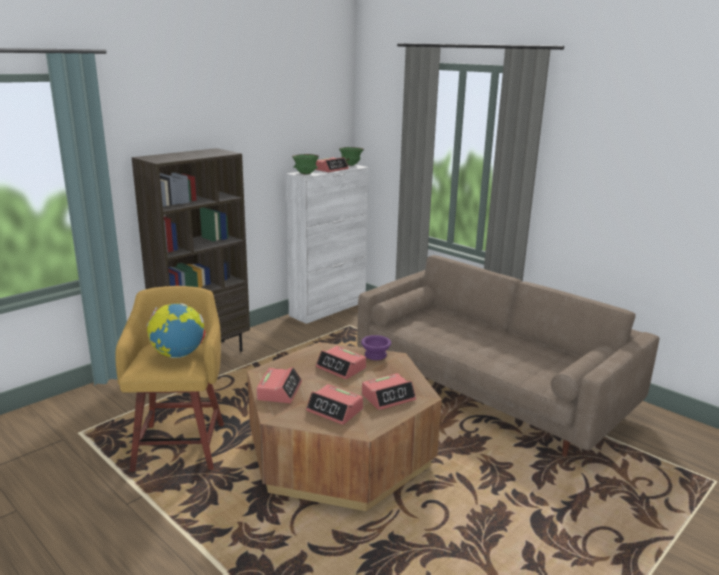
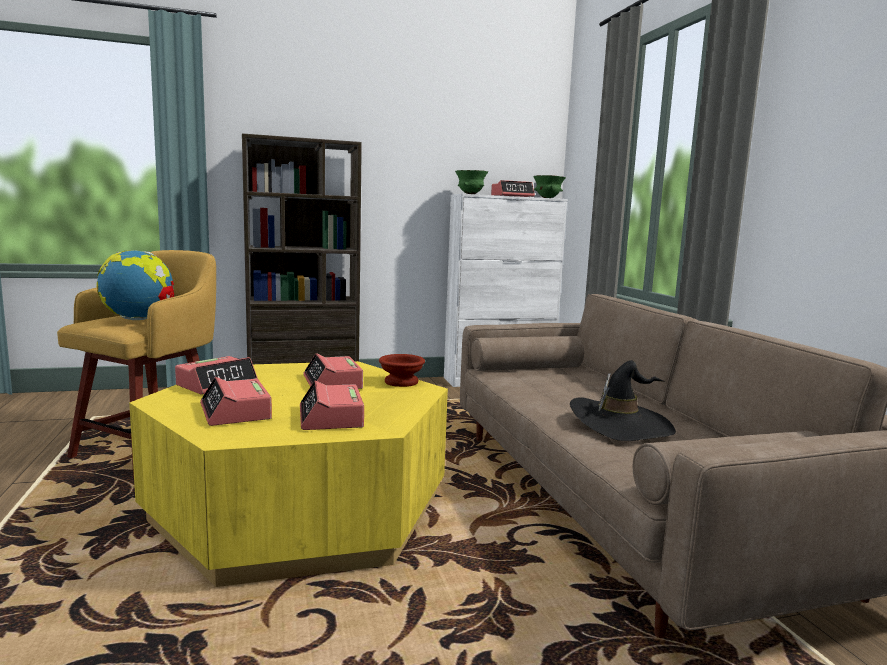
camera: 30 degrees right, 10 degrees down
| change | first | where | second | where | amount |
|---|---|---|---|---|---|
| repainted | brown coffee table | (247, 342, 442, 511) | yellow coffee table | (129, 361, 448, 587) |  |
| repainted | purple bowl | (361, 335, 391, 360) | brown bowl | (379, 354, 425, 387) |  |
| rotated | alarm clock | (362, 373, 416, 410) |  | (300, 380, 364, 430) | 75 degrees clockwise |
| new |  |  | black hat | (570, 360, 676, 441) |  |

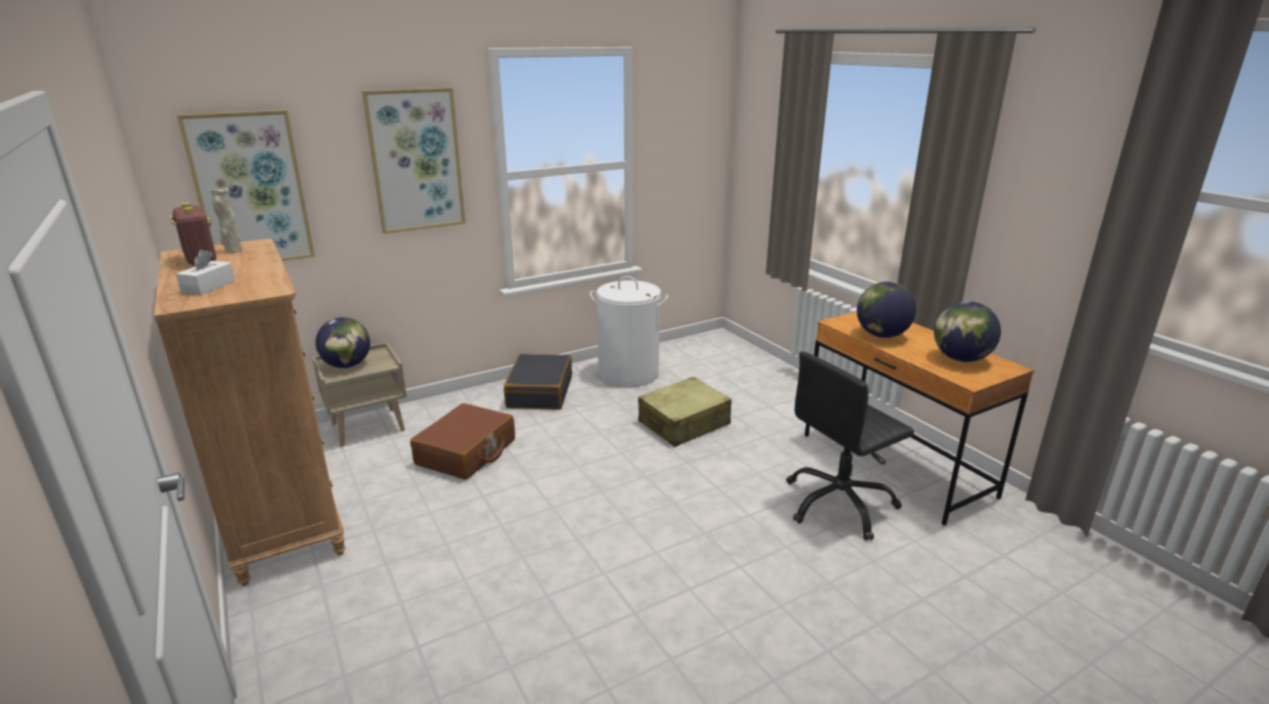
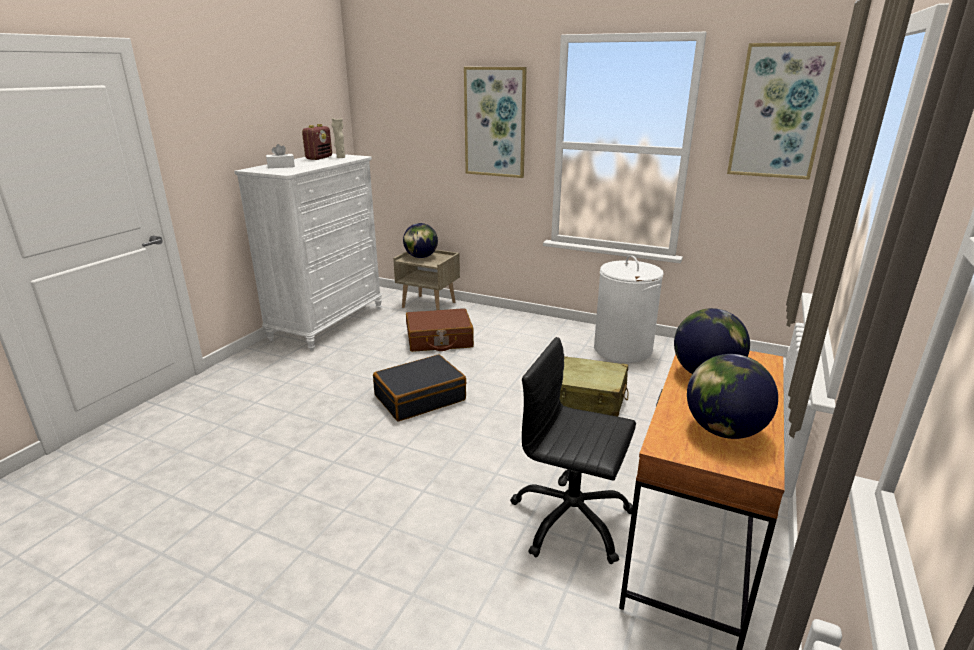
camera: 55 degrees right, 0 degrees up
| change | first | where | second | where | amount |
|---|---|---|---|---|---|
| repainted | brown dresser | (154, 239, 346, 586) | white dresser | (234, 154, 382, 351) |  |
| shifted | picture | (177, 110, 315, 261) |  | (727, 42, 841, 180) |  |
| shifted | black suitcase | (504, 354, 572, 410) |  | (373, 354, 466, 421) |  |

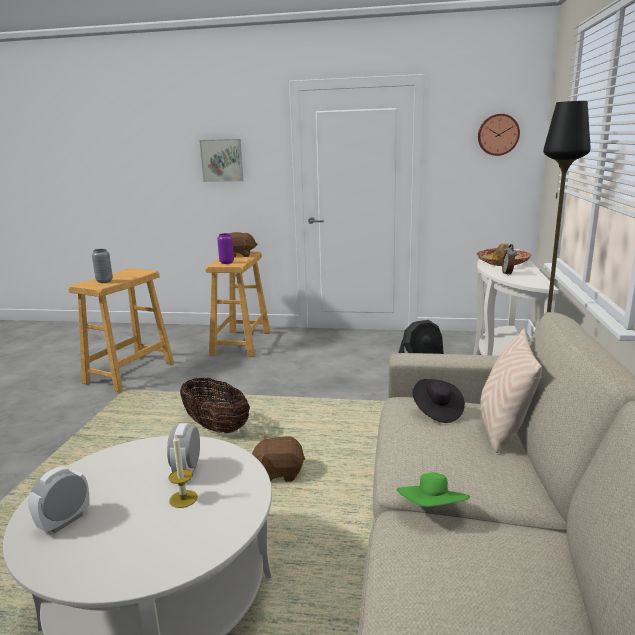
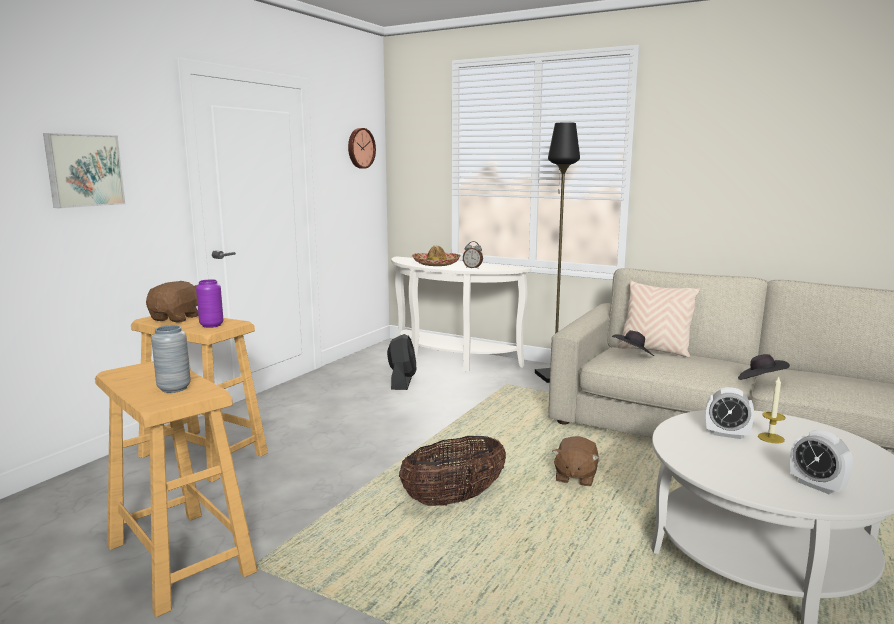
camera: 70 degrees left, 5 degrees down
| change | first | where | second | where | amount |
|---|---|---|---|---|---|
| repainted | green hat | (396, 472, 470, 507) | black hat | (738, 354, 790, 380) |  |

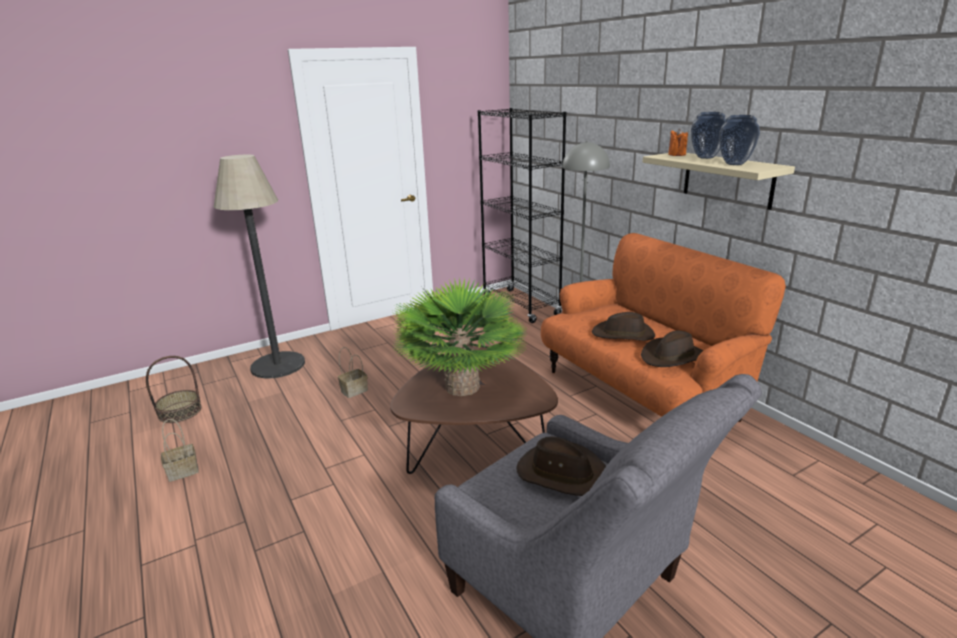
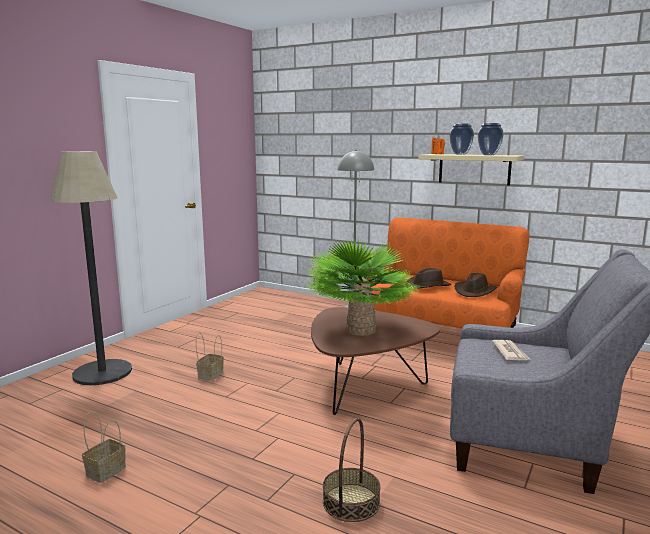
camera: 30 degrees left, 10 degrees down
| change | first | where | second | where | amount |
|---|---|---|---|---|---|
| shifted | basket | (146, 356, 202, 423) |  | (323, 418, 381, 522) |  |
| gone | black bookcase | (478, 108, 566, 323) |  |  |  |
| swapped | brown hat | (516, 437, 606, 496) | newspaper | (492, 340, 530, 360) |  |

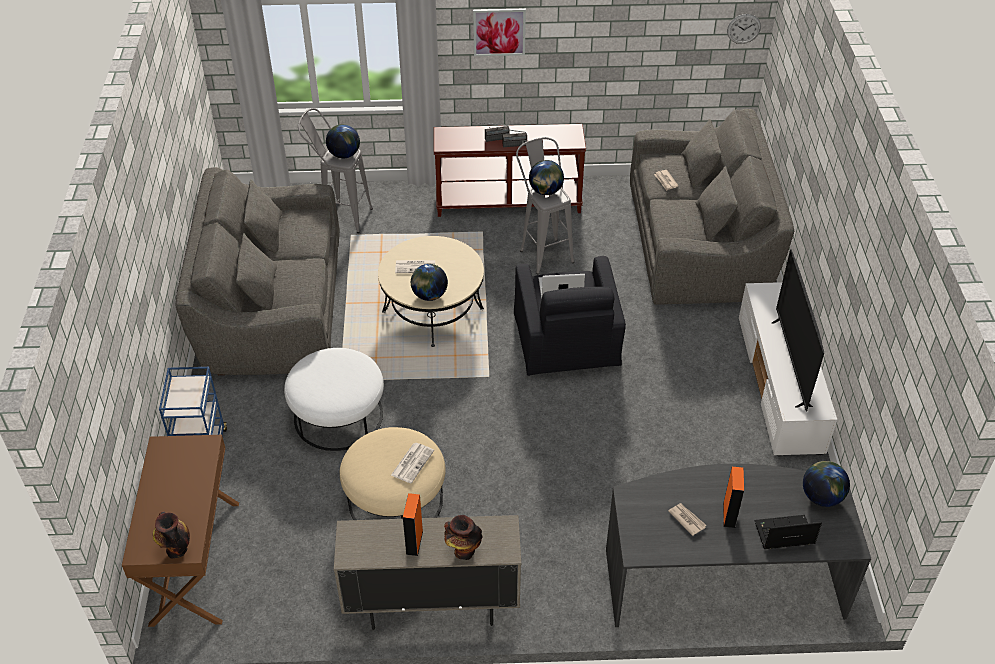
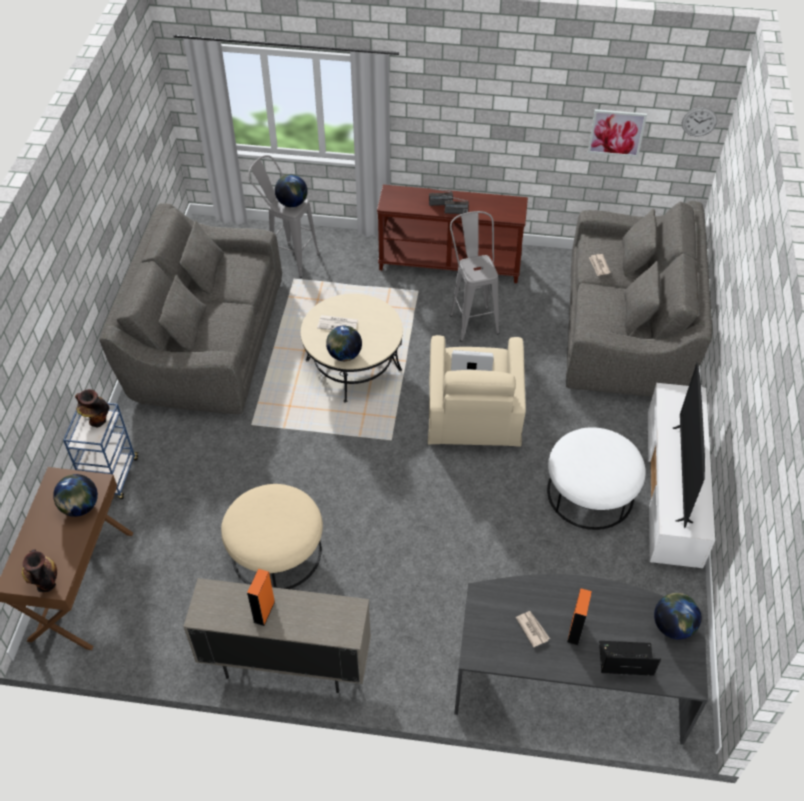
camera: 10 degrees right, 5 degrees up
| change | first | where | second | where | amount |
|---|---|---|---|---|---|
| shifted | white ottoman | (284, 348, 384, 451) |  | (547, 427, 646, 530) |  |
| gone | newspaper | (391, 443, 434, 483) |  |  |  |
| shifted | vase | (444, 515, 483, 560) |  | (75, 389, 109, 427) |  |
| shifted | picture | (473, 8, 526, 56) |  | (588, 109, 647, 157) |  |
| repainted | black armchair | (514, 256, 626, 376) | beige armchair | (428, 335, 526, 447) |  |
| shifted | globe | (529, 160, 564, 195) |  | (53, 474, 98, 517) |  |

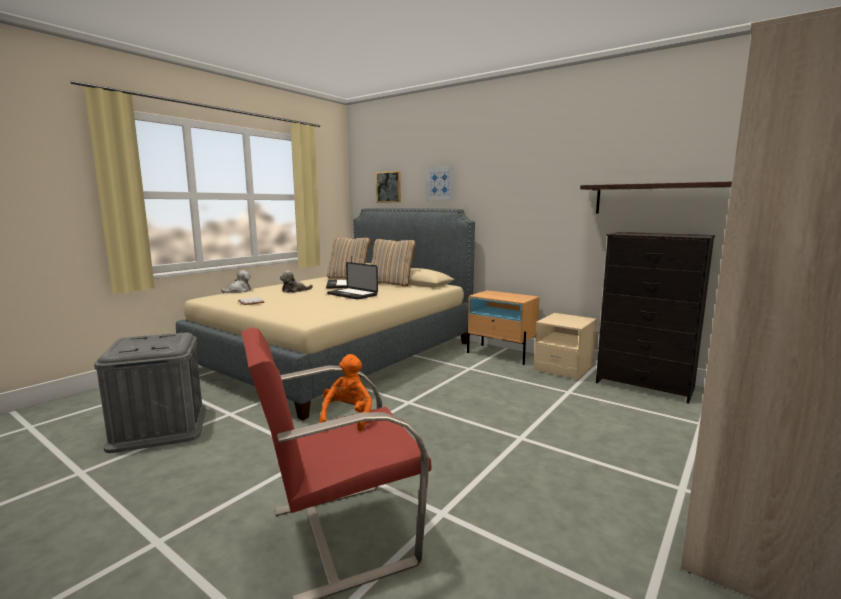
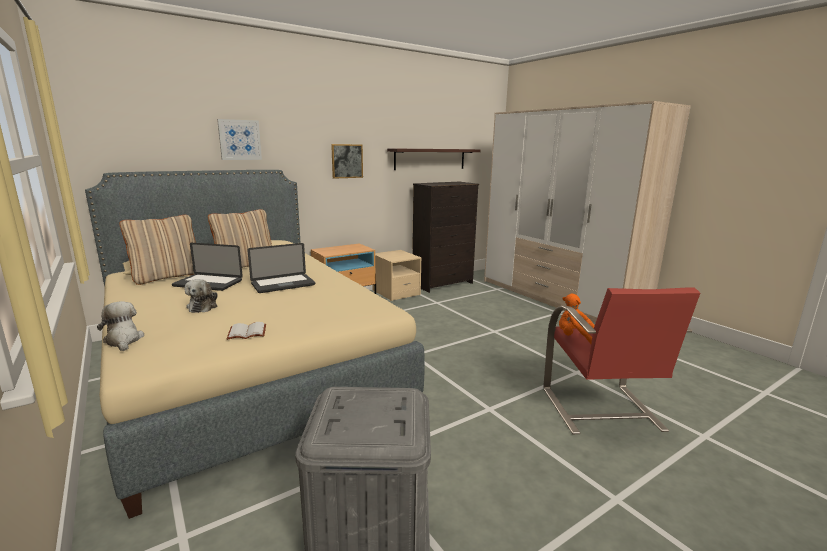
camera: 70 degrees left, 5 degrees up
| change | first | where | second | where | amount |
|---|---|---|---|---|---|
| shifted | picture | (376, 171, 401, 202) |  | (331, 144, 363, 179) |  |

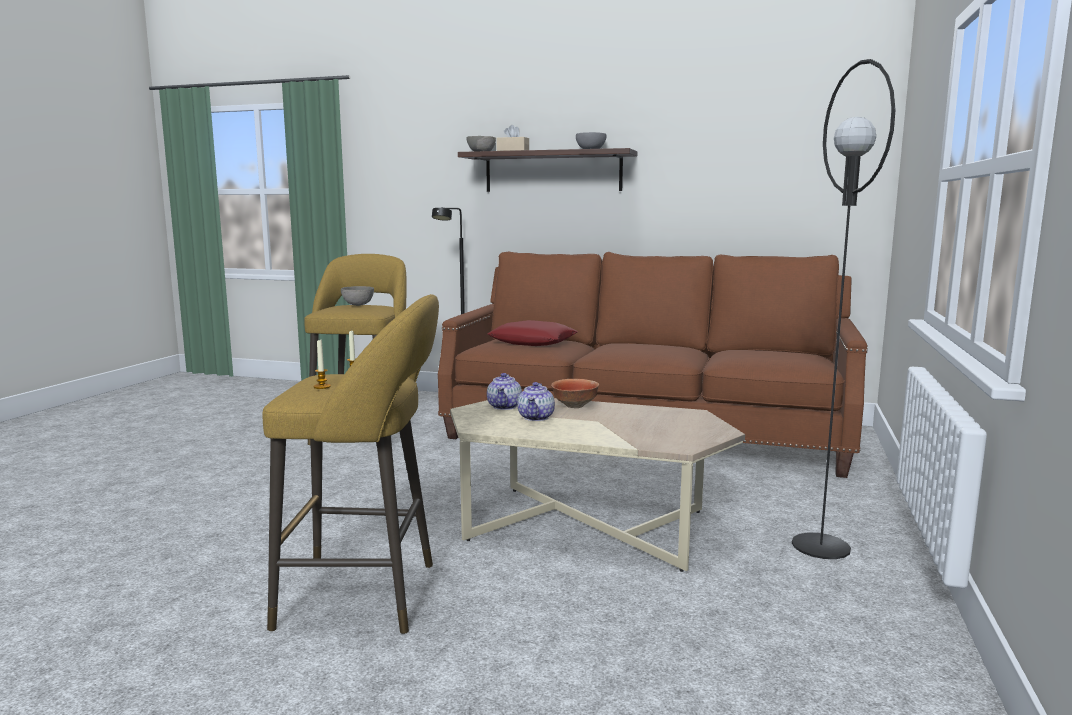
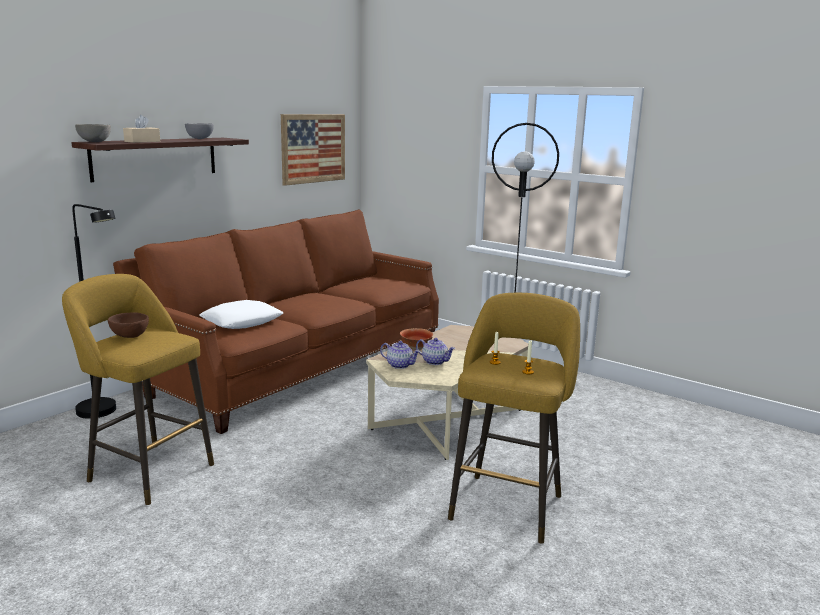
camera: 70 degrees left, 5 degrees up
| change | first | where | second | where | amount |
|---|---|---|---|---|---|
| repainted | grey bowl | (341, 286, 374, 306) | brown bowl | (108, 312, 149, 338) |  |
| repainted | red pillow | (488, 320, 578, 346) | white pillow | (199, 300, 283, 329) |  |
| new |  |  | picture | (281, 114, 345, 186) |  |

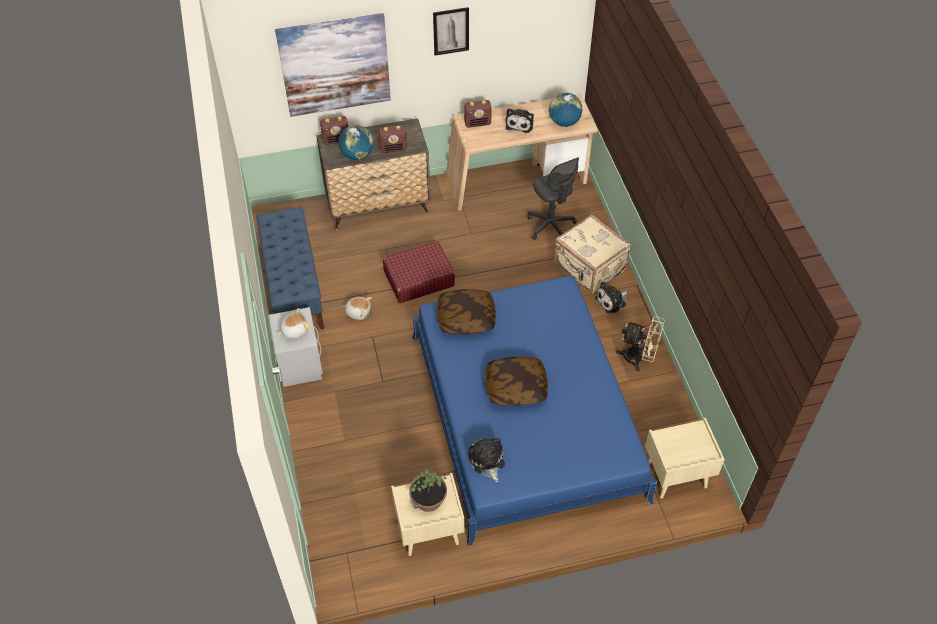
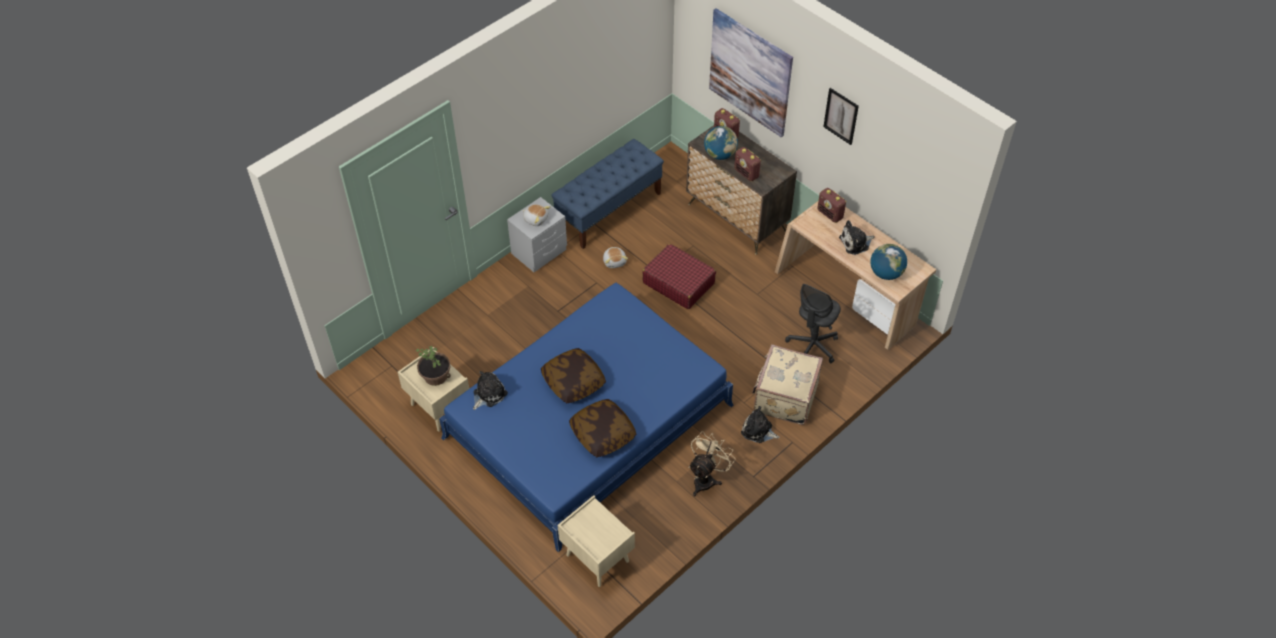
camera: 60 degrees right, 0 degrees up
| change | first | where | second | where | amount |
|---|---|---|---|---|---|
| shifted | pillow | (437, 289, 496, 334) |  | (569, 399, 636, 457) |  |
| rotated | beige fan | (616, 316, 664, 371) |  | (688, 431, 736, 496) | 135 degrees counterclockwise |

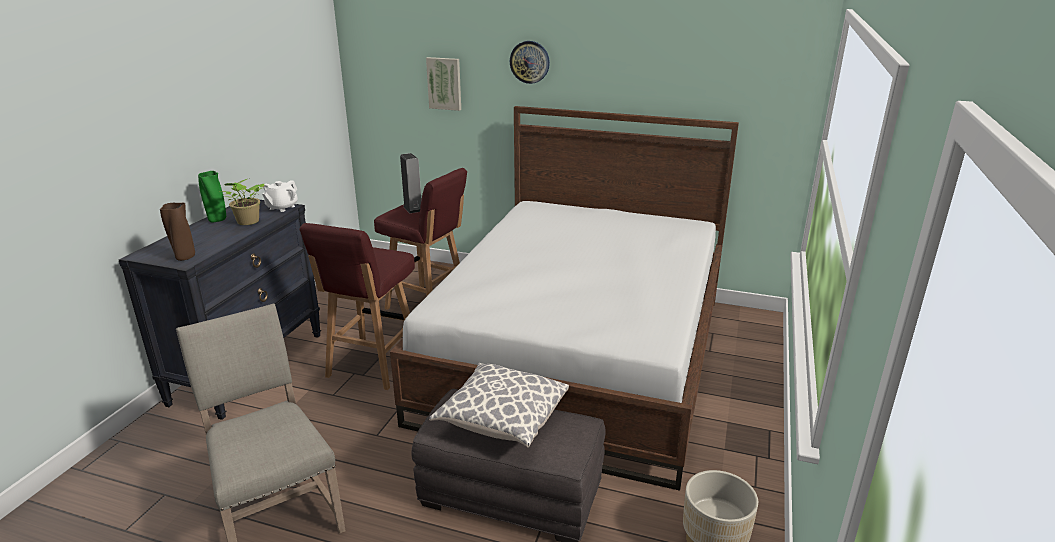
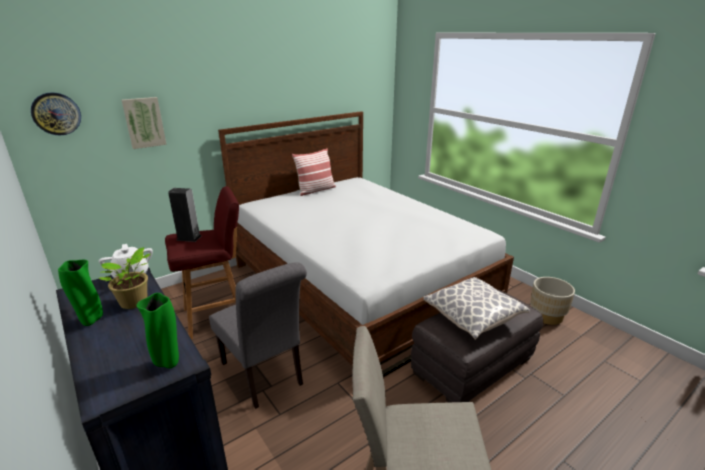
camera: 55 degrees left, 0 degrees up
| change | first | where | second | where | amount |
|---|---|---|---|---|---|
| repainted | brown vase | (160, 203, 195, 261) | green vase | (136, 293, 179, 368) |  |
| swapped | red stool | (300, 223, 415, 390) | grey chair | (209, 262, 307, 409) |  |
| shifted | wall clock | (510, 41, 550, 84) |  | (31, 92, 81, 136) |  |
| new |  |  | pillow | (292, 148, 336, 196) |  |

